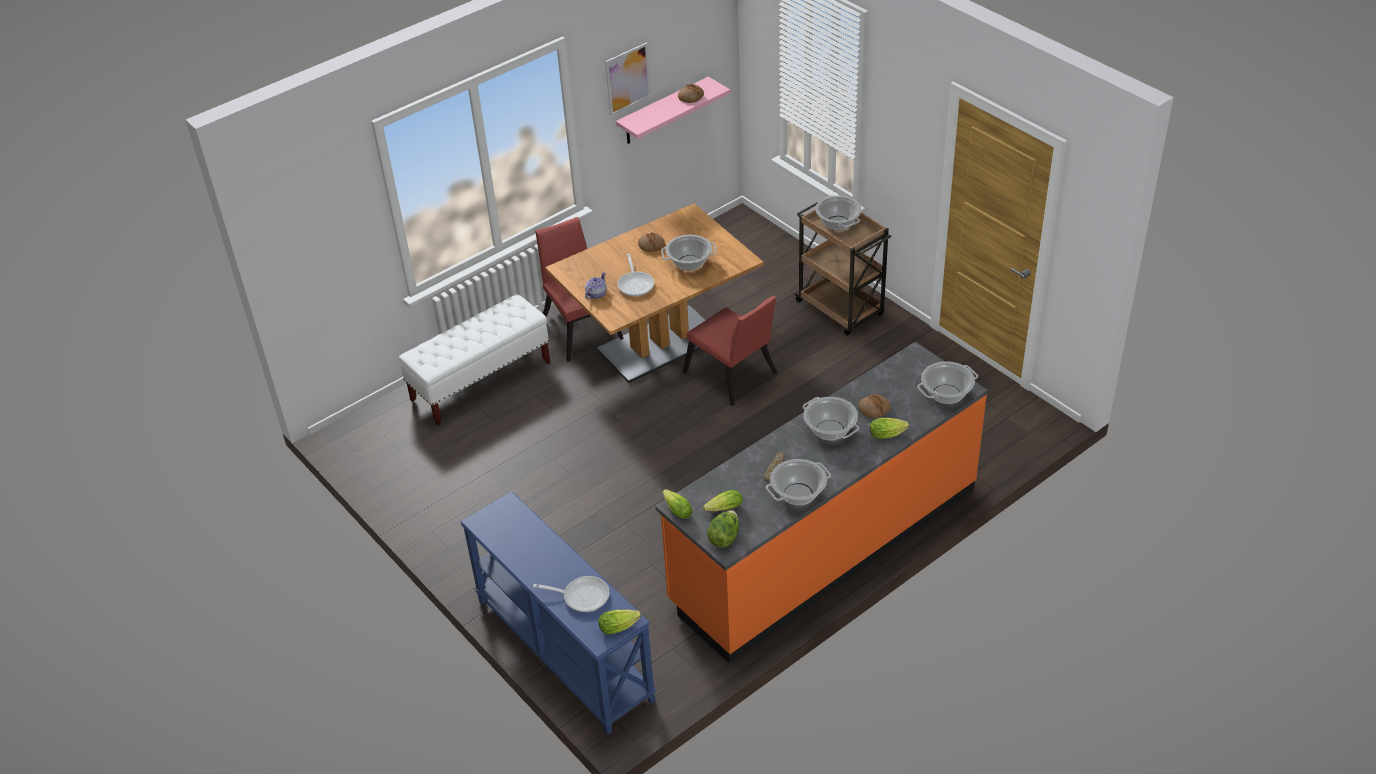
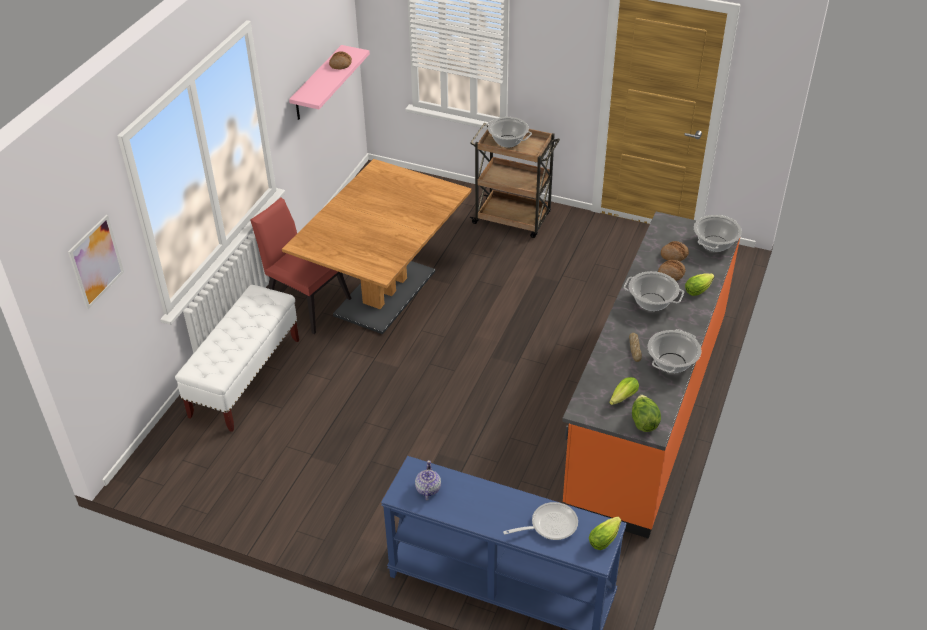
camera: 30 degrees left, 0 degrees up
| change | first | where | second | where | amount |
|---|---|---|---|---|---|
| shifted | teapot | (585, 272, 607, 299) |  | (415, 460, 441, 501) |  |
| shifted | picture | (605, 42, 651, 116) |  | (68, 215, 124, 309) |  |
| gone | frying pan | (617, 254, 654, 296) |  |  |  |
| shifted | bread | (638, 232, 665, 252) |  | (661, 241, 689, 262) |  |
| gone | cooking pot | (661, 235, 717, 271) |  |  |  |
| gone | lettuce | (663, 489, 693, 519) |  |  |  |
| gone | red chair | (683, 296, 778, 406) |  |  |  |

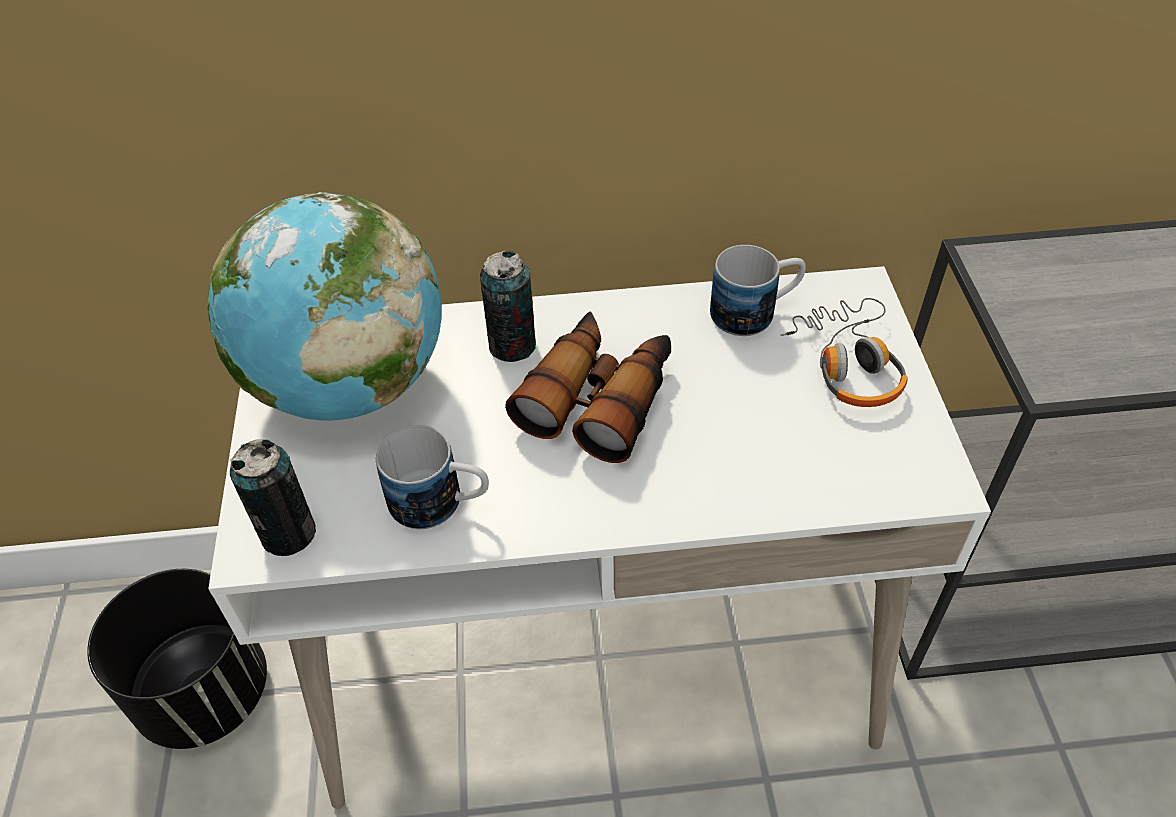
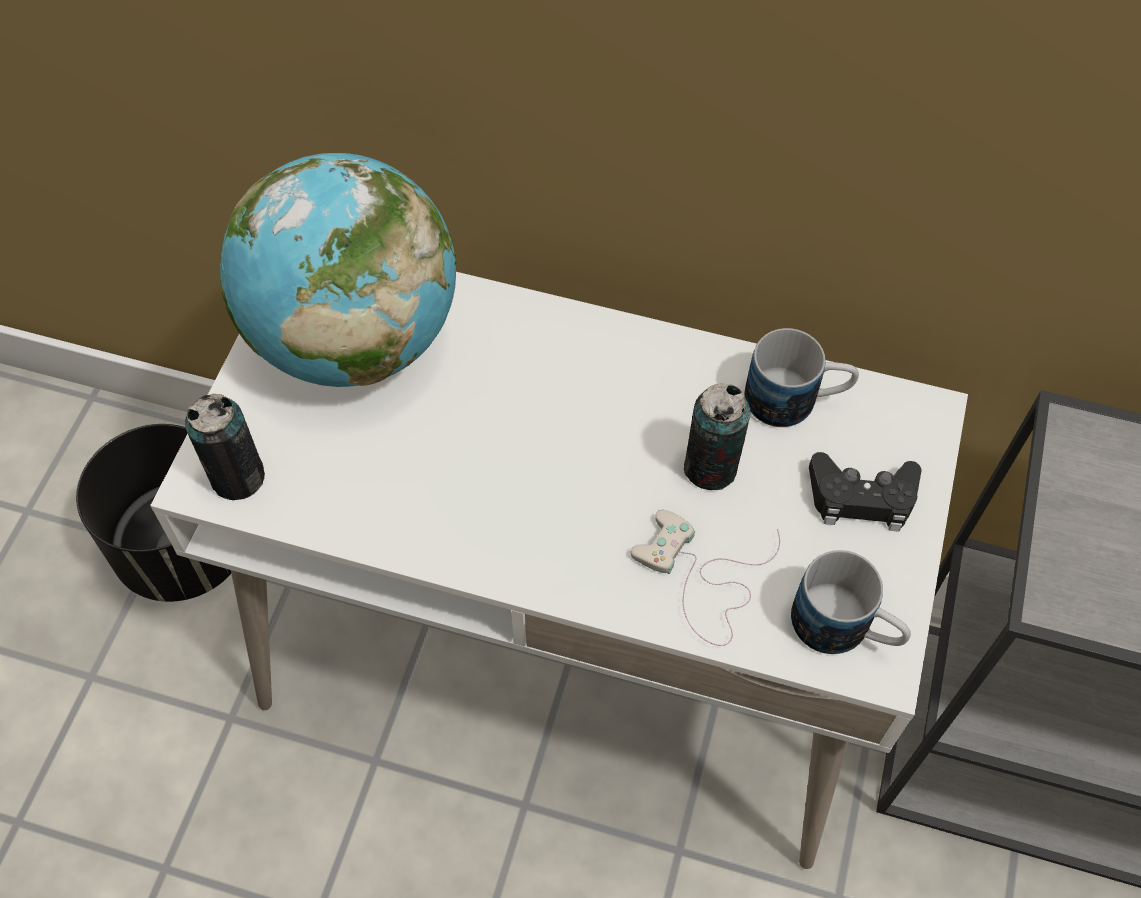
camera: 20 degrees right, 10 degrees up
| change | first | where | second | where | amount |
|---|---|---|---|---|---|
| shifted | mug | (376, 425, 489, 529) |  | (791, 550, 911, 654) |  |
| shifted | can | (480, 251, 536, 362) |  | (684, 383, 750, 490) |  |
| gone | binoculars | (505, 312, 671, 463) |  |  |  |
| swapped | headphones | (781, 298, 907, 407) | black game controller | (809, 452, 922, 532) |  |
| new |  |  | white game controller | (631, 510, 780, 646) |  |

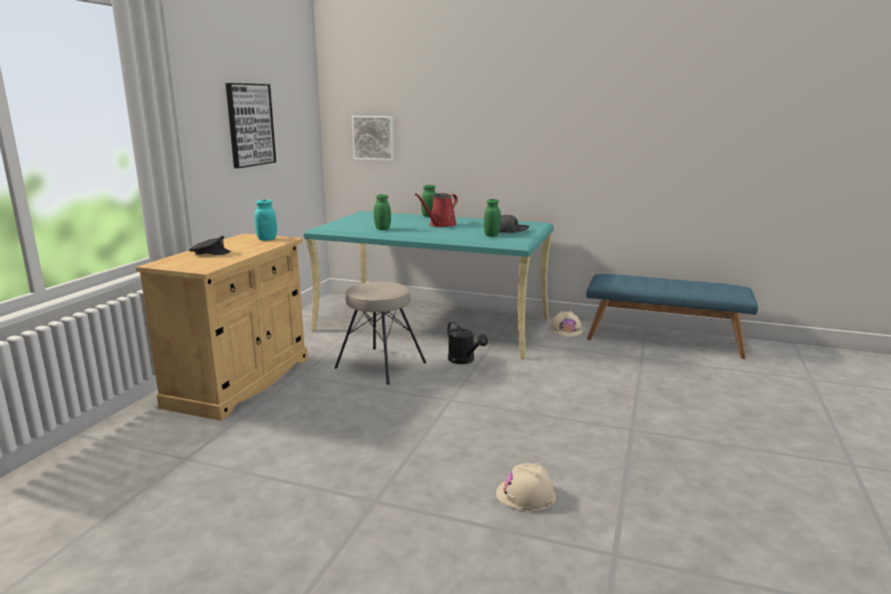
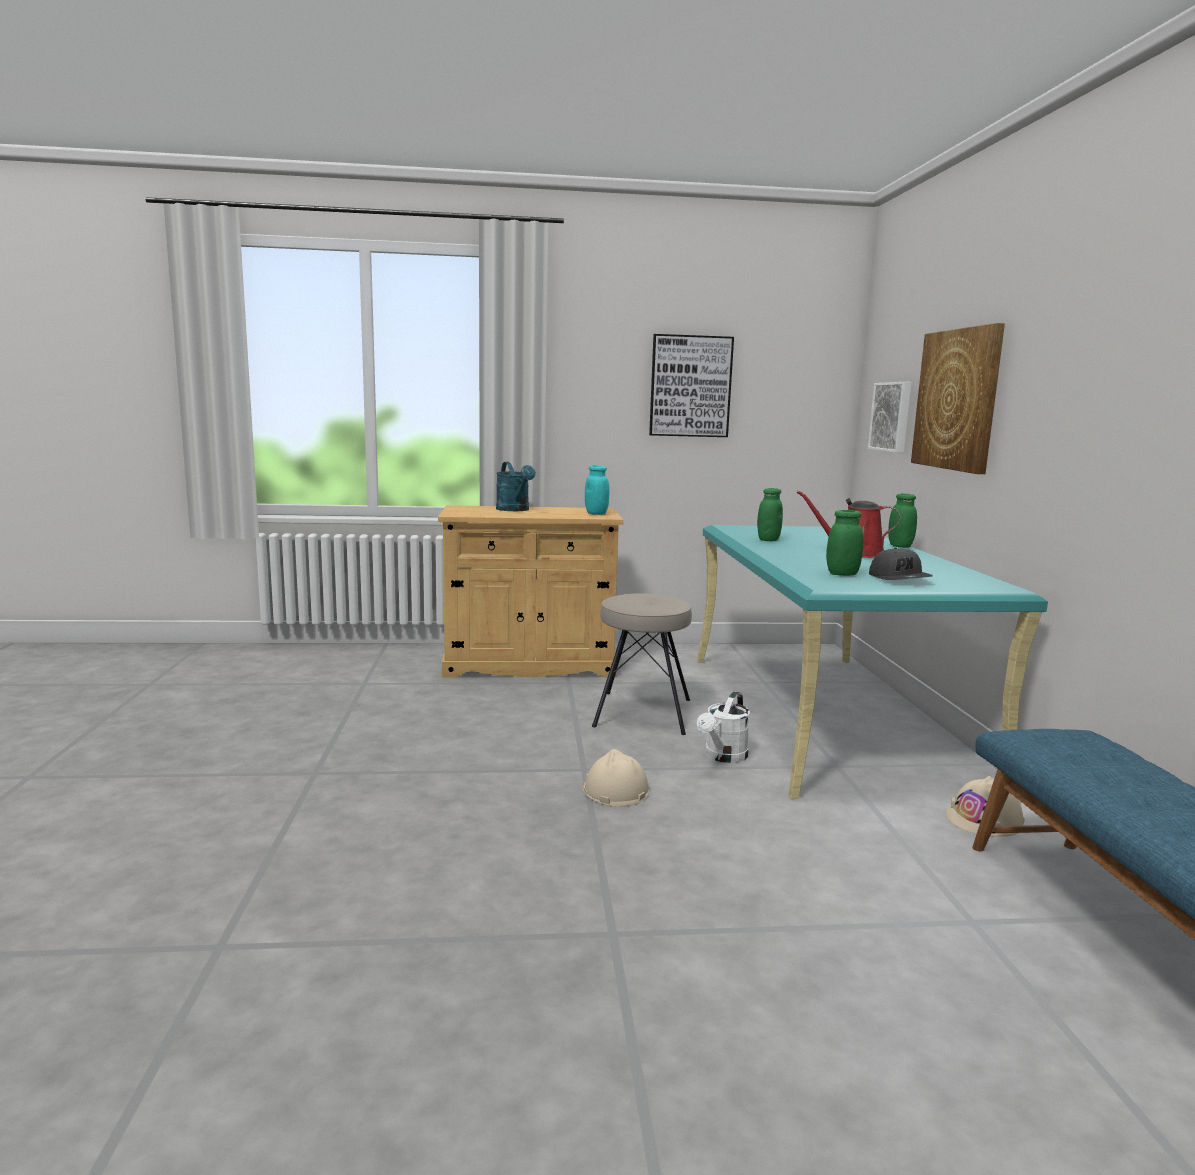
camera: 65 degrees right, 5 degrees down
| change | first | where | second | where | amount |
|---|---|---|---|---|---|
| swapped | black cap | (189, 236, 231, 255) | turquoise watering can | (496, 462, 536, 511) |  |
| repainted | black watering can | (447, 321, 488, 364) | white watering can | (697, 691, 750, 763) |  |
| shifted | beige hard hat | (496, 463, 556, 511) |  | (583, 749, 649, 807) |  |
| new |  |  | picture | (911, 323, 1005, 474) |  |

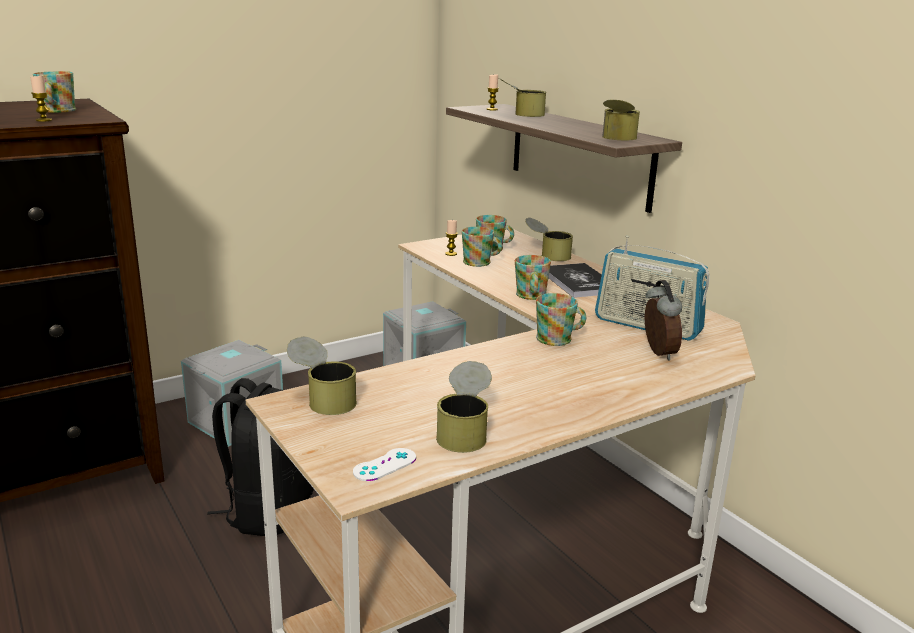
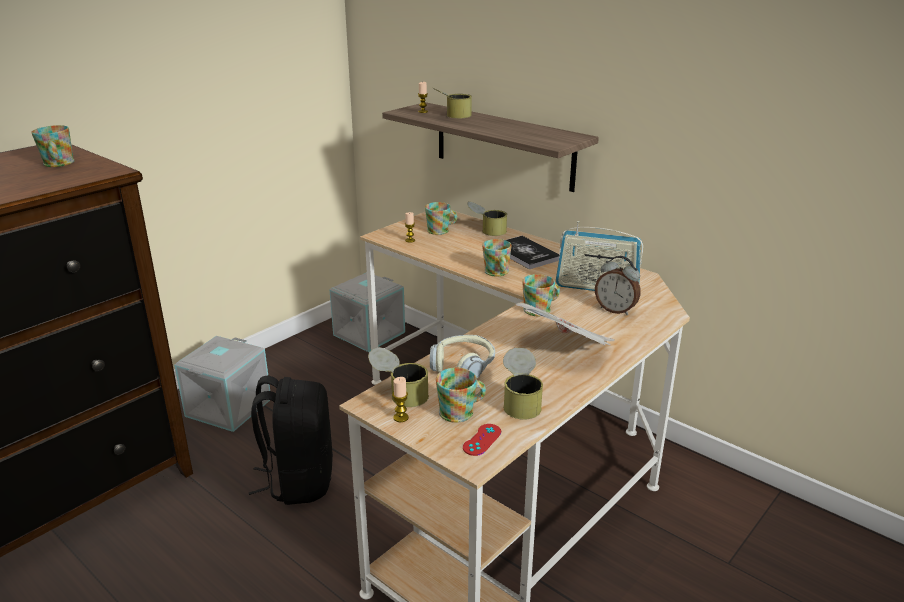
camera: 15 degrees left, 5 degrees up
| change | first | where | second | where | amount |
|---|---|---|---|---|---|
| shifted | candle | (30, 75, 52, 122) |  | (392, 377, 409, 422) |  |
| repainted | white game controller | (353, 448, 416, 481) | red game controller | (463, 424, 501, 456) |  |
| shifted | mug | (462, 226, 502, 267) |  | (436, 368, 486, 423) |  |
| gone | can | (602, 100, 640, 140) |  |  |  |
| rotated | alarm clock | (645, 280, 682, 361) |  | (595, 256, 641, 315) | 150 degrees clockwise |
| new |  |  | headphones | (430, 335, 495, 378) |  |
| new |  |  | newspaper | (516, 302, 615, 346) |  |

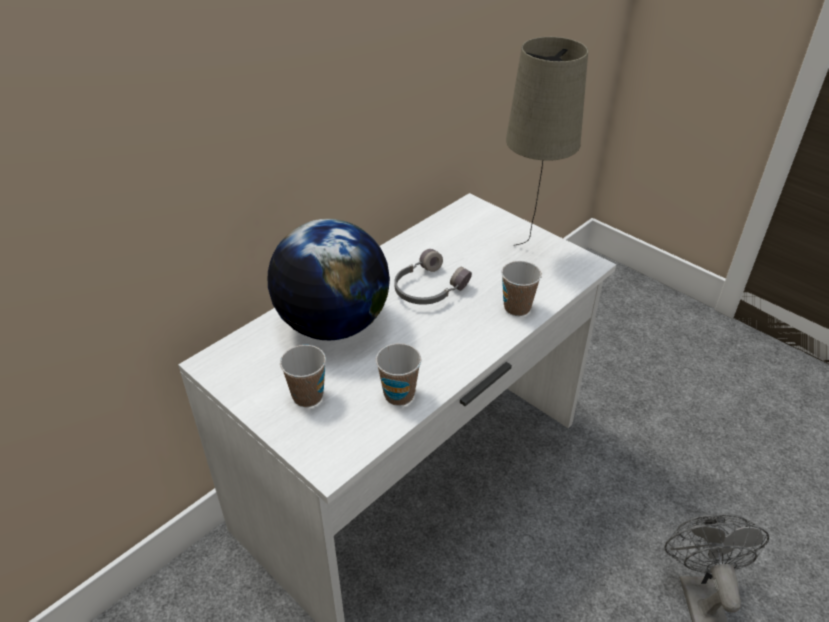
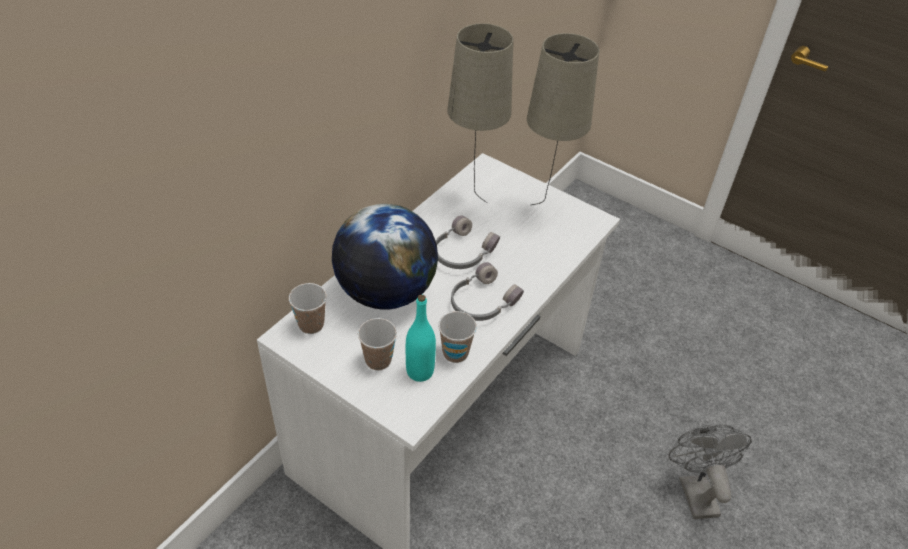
camera: 10 degrees left, 5 degrees up
| change | first | where | second | where | amount |
|---|---|---|---|---|---|
| shifted | cup | (501, 261, 542, 316) |  | (289, 283, 327, 334) |  |
| new |  |  | turquoise bottle | (406, 295, 436, 382) |  |
| new |  |  | beige table lamp | (447, 23, 513, 203) |  |
| new |  |  | grey headphones | (451, 262, 524, 321) |  |

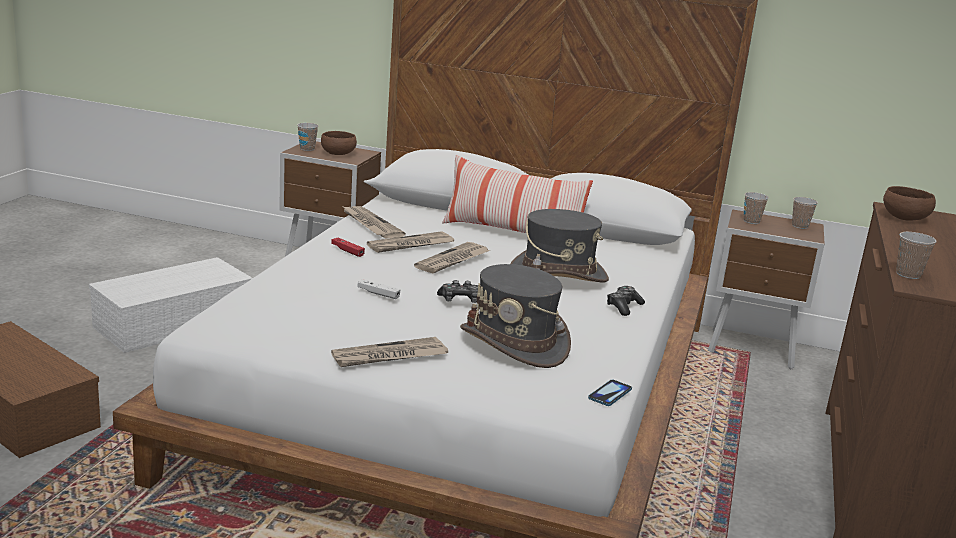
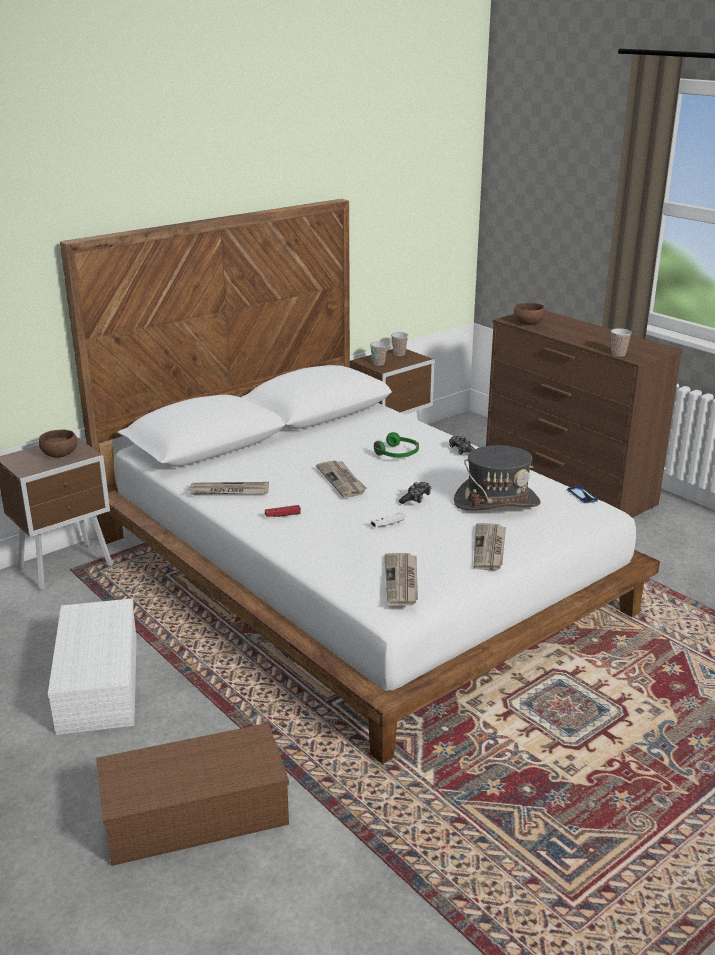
camera: 55 degrees left, 5 degrees up
| change | first | where | second | where | amount |
|---|---|---|---|---|---|
| gone | cup | (297, 123, 318, 151) |  |  |  |
| shifted | newspaper | (367, 231, 454, 253) |  | (384, 553, 418, 606) |  |
| gone | pillow | (442, 155, 593, 233) |  |  |  |
| swapped | grey hat | (510, 209, 609, 283) | green headphones | (374, 432, 419, 458) |  |

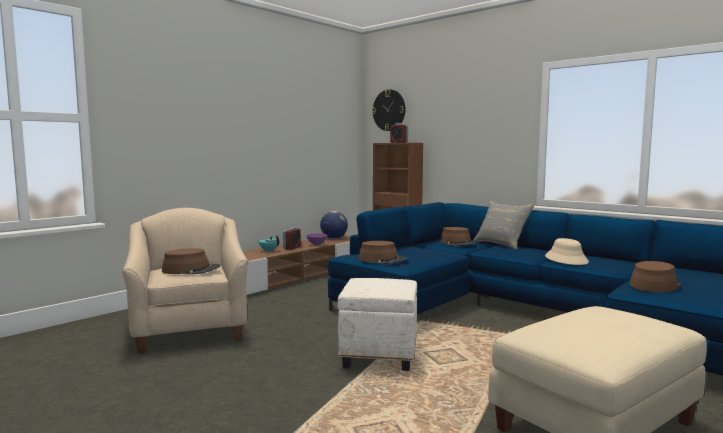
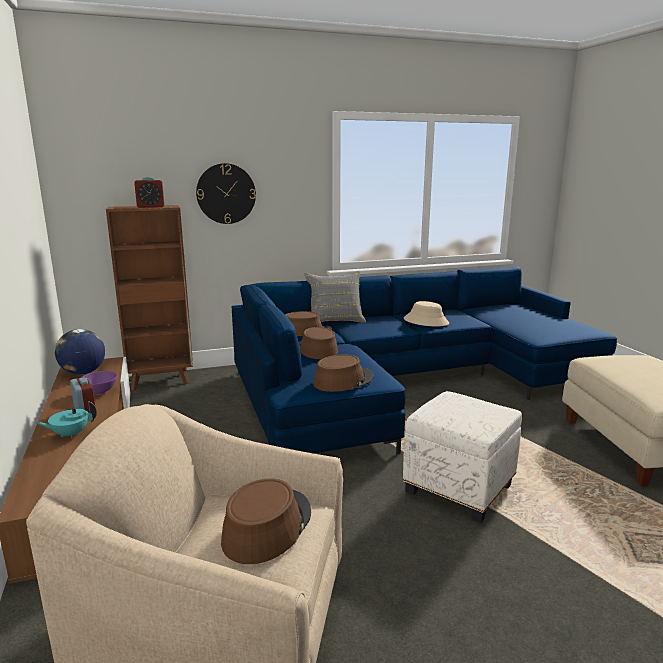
camera: 60 degrees left, 10 degrees up
| change | first | where | second | where | amount |
|---|---|---|---|---|---|
| shifted | wall clock | (372, 89, 405, 131) |  | (196, 163, 256, 224) |  |
| shifted | brown hat | (630, 261, 681, 292) |  | (299, 327, 338, 359) |  |

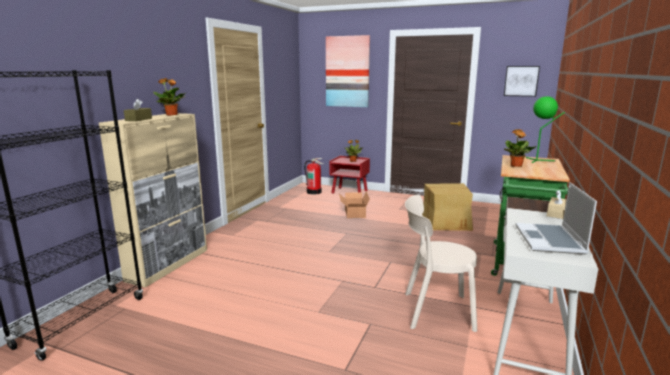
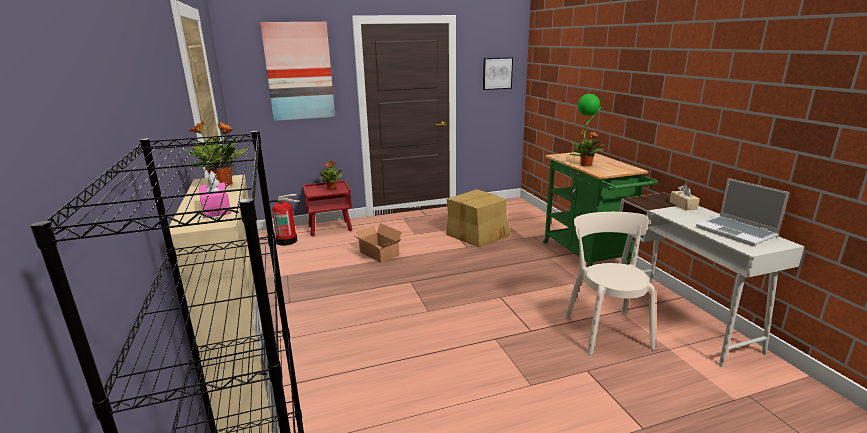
camera: 40 degrees left, 5 degrees up
| change | first | where | second | where | amount |
|---|---|---|---|---|---|
| repainted | brown tissue box | (124, 99, 152, 121) | pink tissue box | (199, 171, 231, 218) |  |
| rotated | beige chair | (405, 195, 477, 332) |  | (564, 212, 655, 355) | 120 degrees clockwise |

